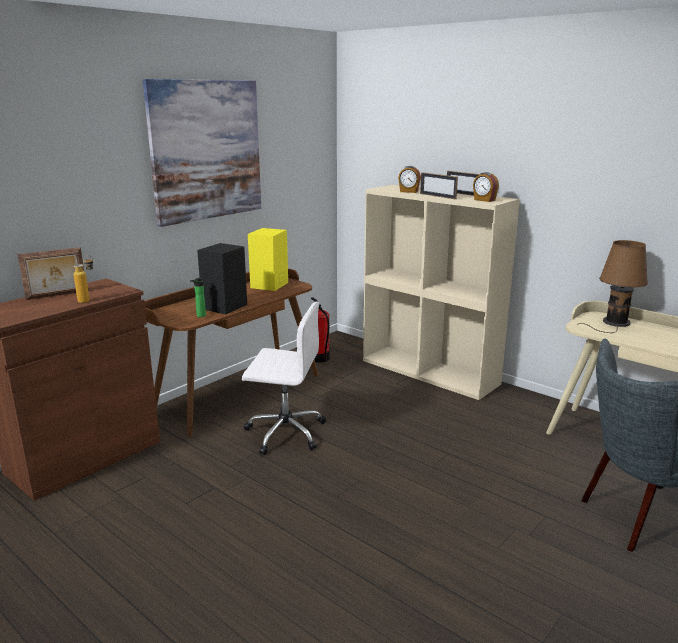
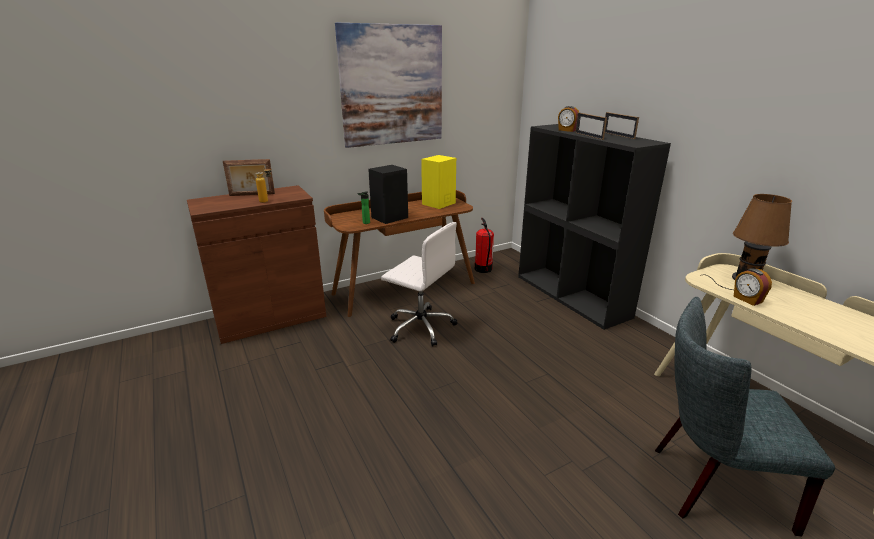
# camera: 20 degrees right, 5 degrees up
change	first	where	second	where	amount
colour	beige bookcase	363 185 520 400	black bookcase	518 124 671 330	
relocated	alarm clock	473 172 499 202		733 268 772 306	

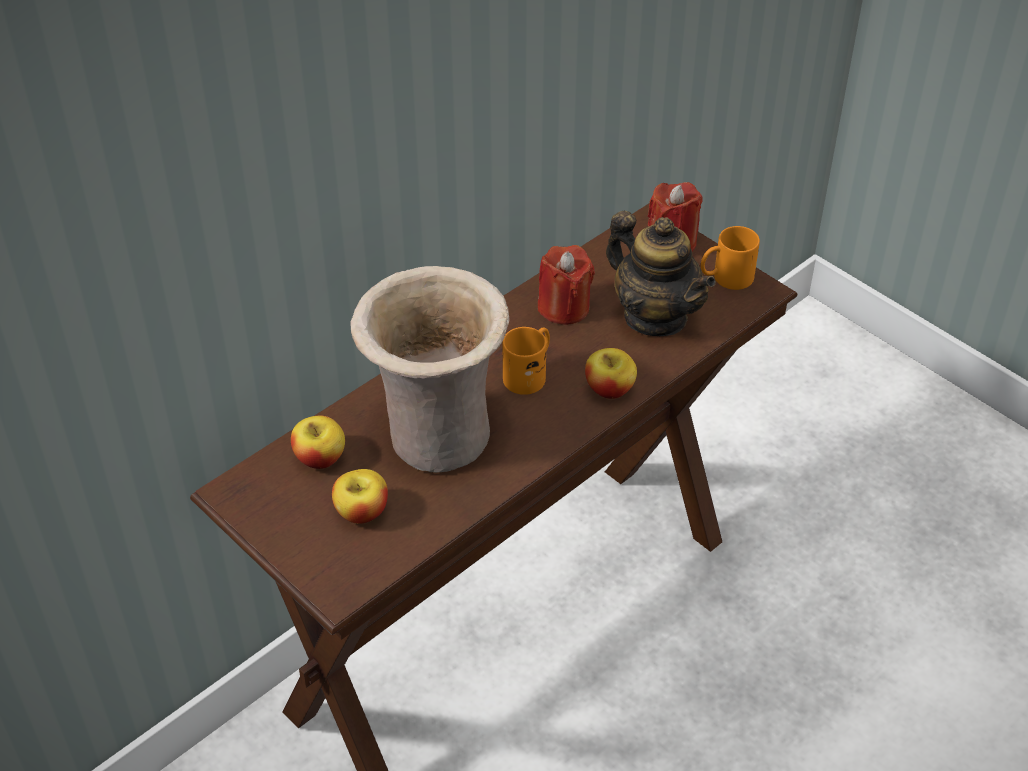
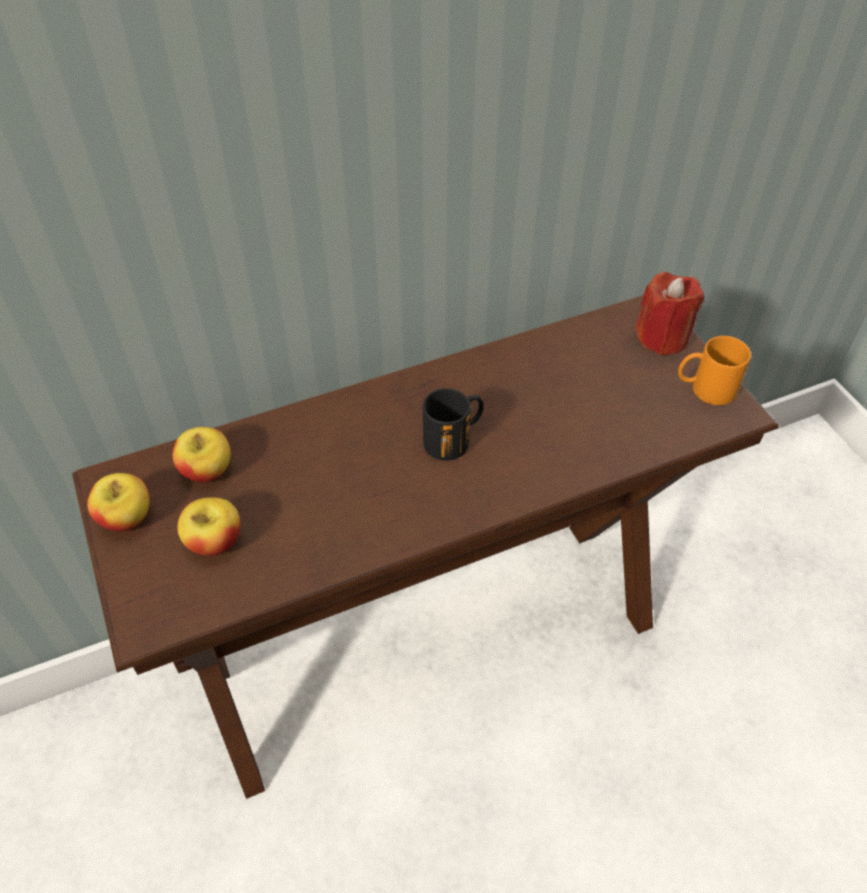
# camera: 20 degrees right, 5 degrees up
change	first	where	second	where	amount
missing	beige vase	350 266 510 473			
colour	orange mug	503 327 550 395	black mug	423 388 484 461	
missing	red candle	538 245 595 325			
relocated	apple	585 348 637 399		87 473 150 532	
missing	teapot	606 211 716 336			

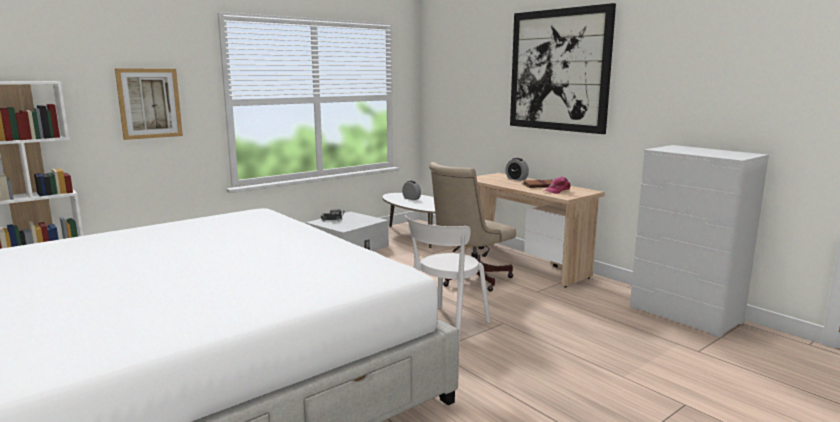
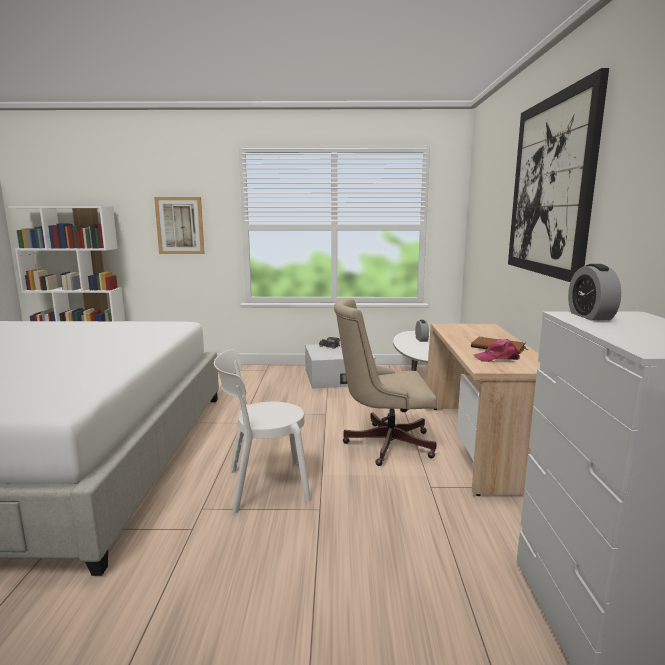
# camera: 40 degrees right, 0 degrees up
change	first	where	second	where	amount
relocated	alarm clock	505 158 529 181		568 264 621 320	

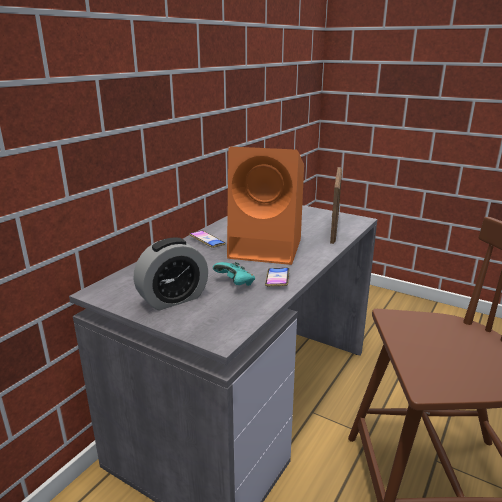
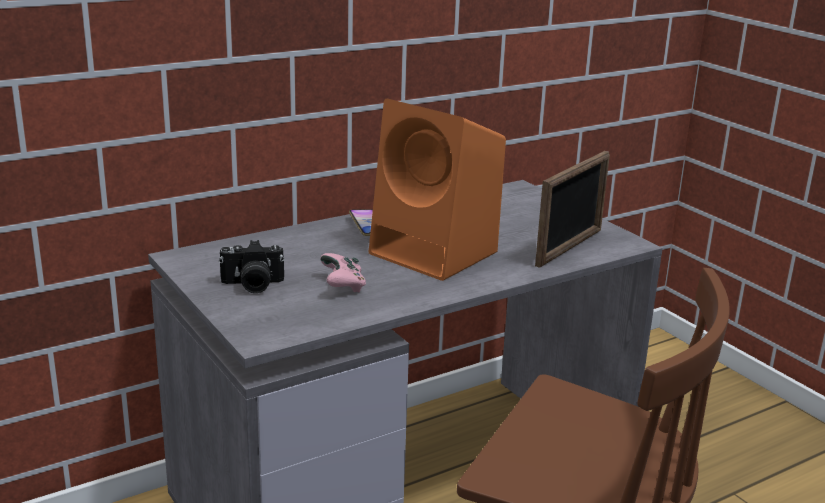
# camera: 25 degrees right, 0 degrees up
change	first	where	second	where	amount
exchanged	alarm clock	134 238 208 311	photo camera	219 240 285 293	
colour	turquoise game controller	213 262 255 286	pink game controller	320 253 366 292	
missing	phone	265 267 289 286			

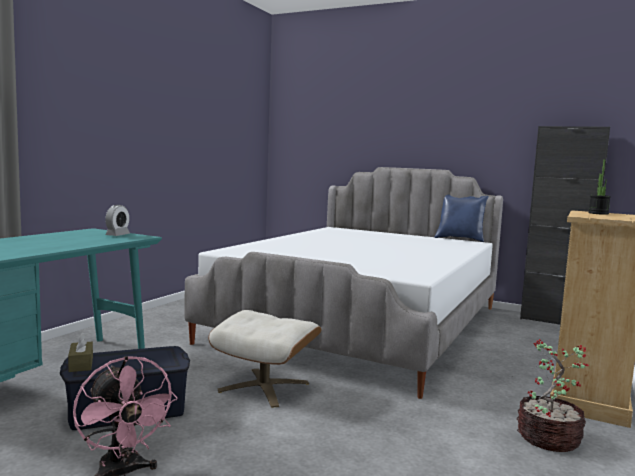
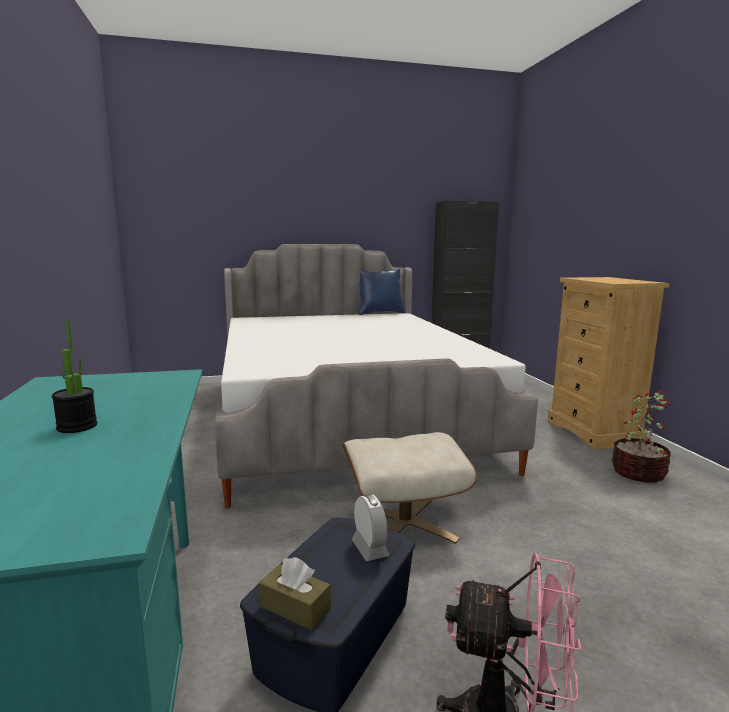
# camera: 40 degrees left, 5 degrees up
change	first	where	second	where	amount
relocated	alarm clock	105 205 130 236		352 494 389 561	
relocated	potted plant	588 160 611 215		52 320 97 433	

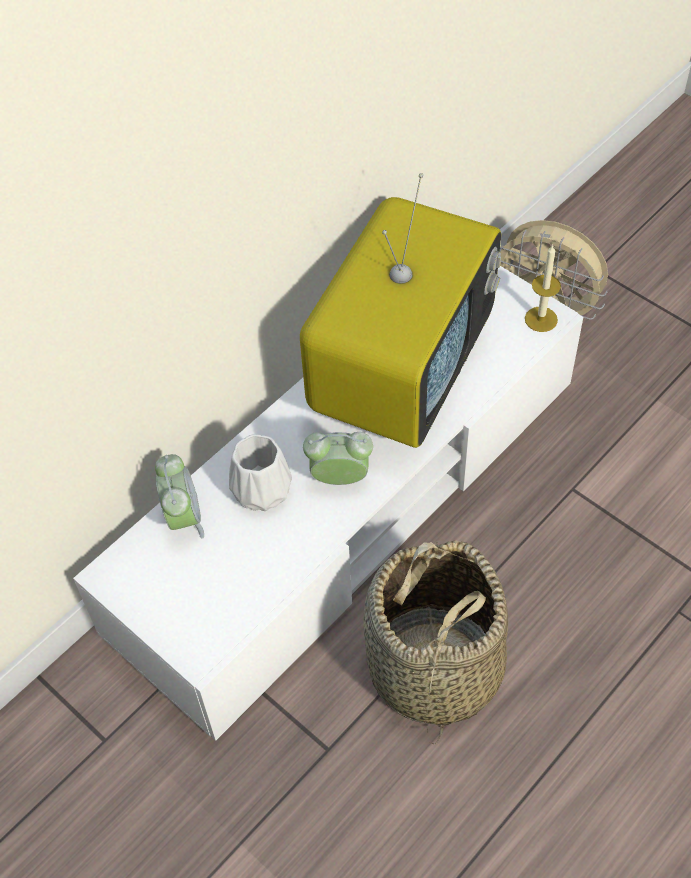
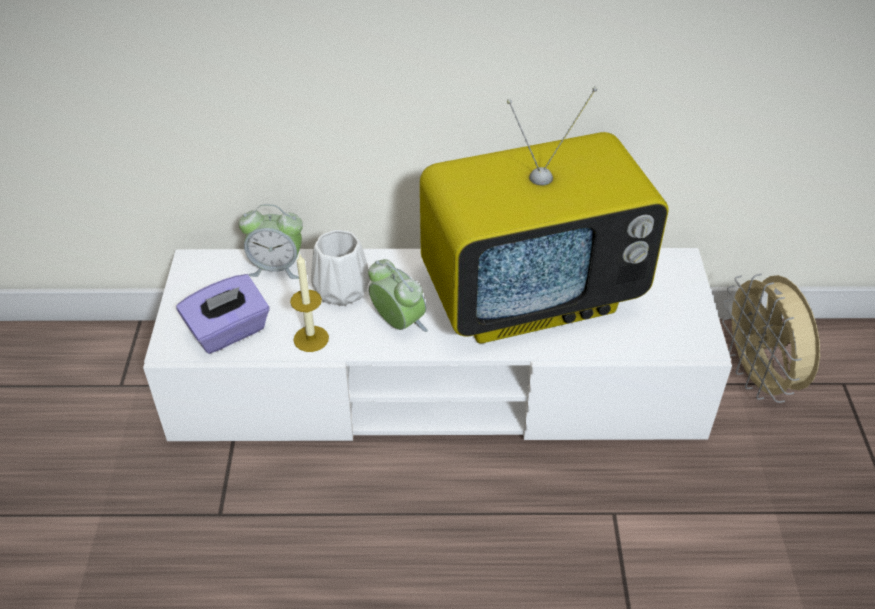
# camera: 45 degrees right, 10 degrees down
change	first	where	second	where	amount
spun	alarm clock	155 454 204 539		239 204 303 279	60 degrees clockwise
missing	basket	363 540 508 745			
relocated	candle	525 245 561 332		290 255 329 352	
appeared			purple tissue box	176 274 269 354	

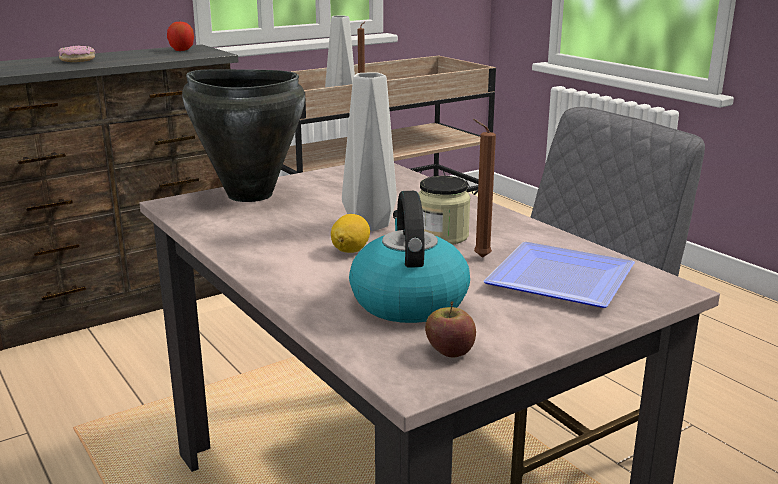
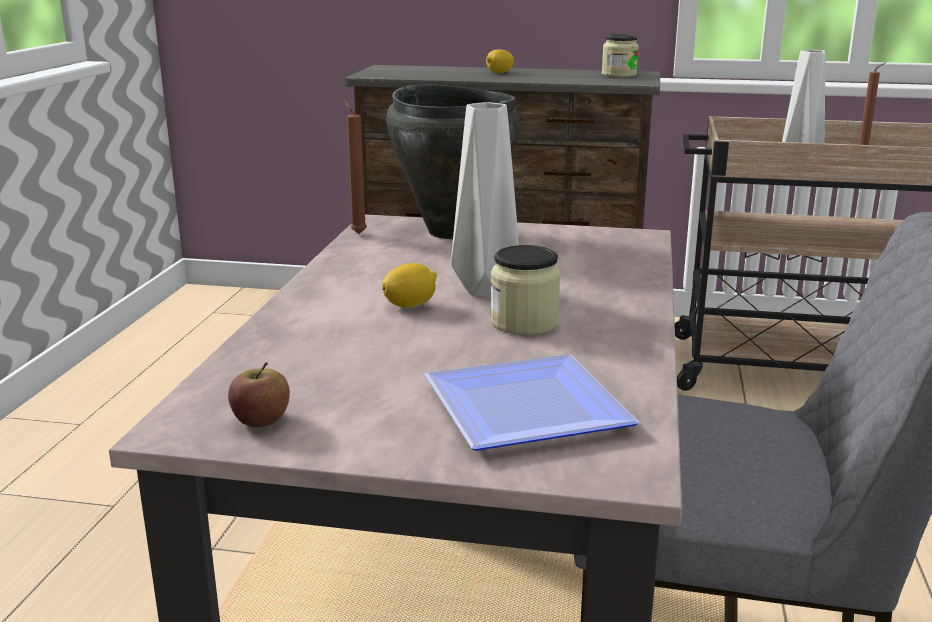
# camera: 45 degrees right, 0 degrees up
change	first	where	second	where	amount
exchanged	donut	58 45 95 62	lemon	486 49 514 73	
exchanged	apple	167 21 194 51	jar	602 34 639 77	
missing	kettle	349 191 470 323			
relocated	brown candle	473 119 496 258		344 100 367 234	

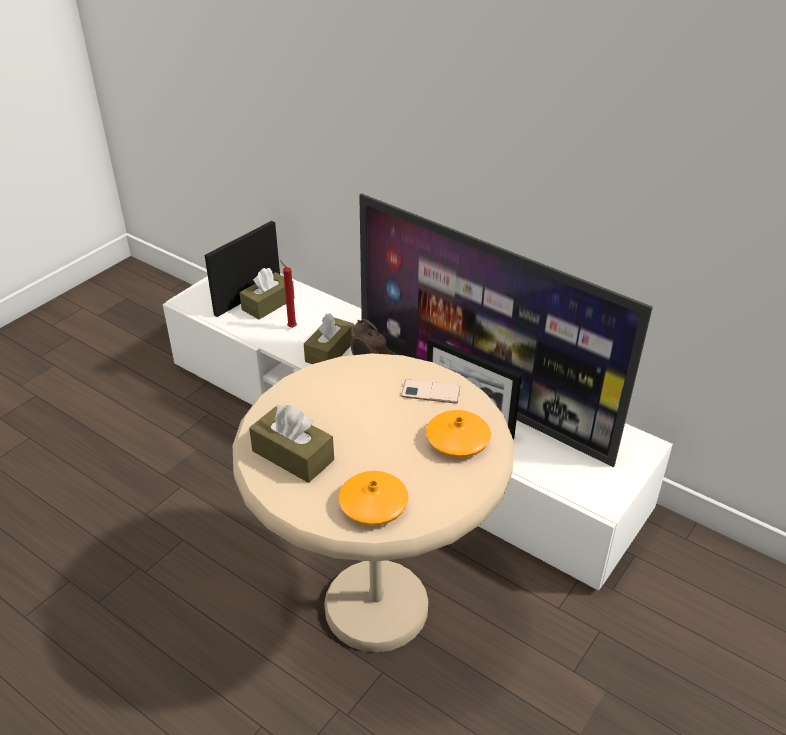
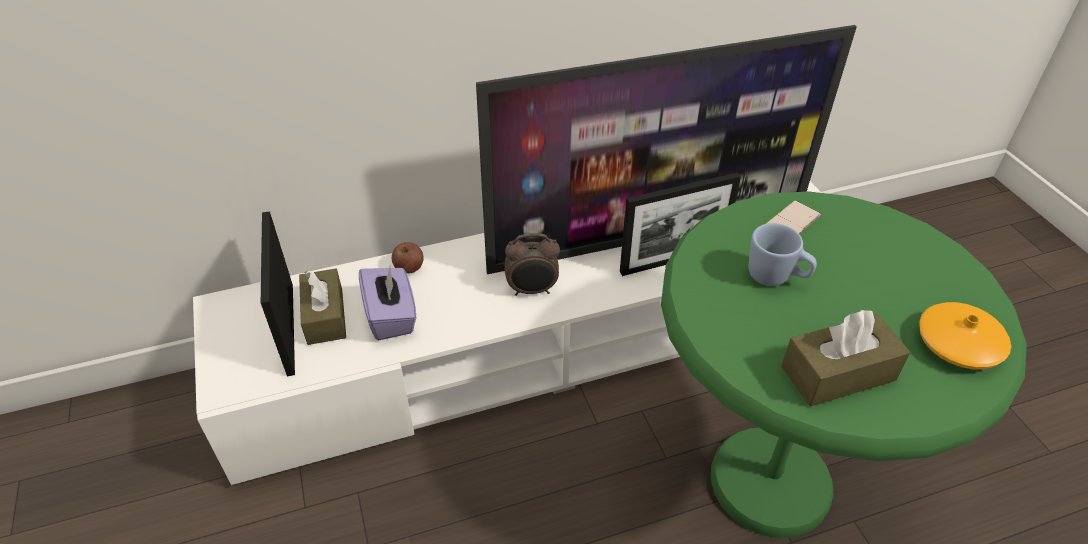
# camera: 55 degrees left, 5 degrees up
change	first	where	second	where	amount
colour	beige side table	233 353 513 652	green side table	661 192 1027 538	
exchanged	red candle	280 260 297 328	purple tissue box	359 264 416 340	
missing	brown tissue box	304 313 354 364			
missing	orange vase	426 410 491 458			
appeared			apple	392 242 423 274	
appeared			blue mug	749 223 817 286	

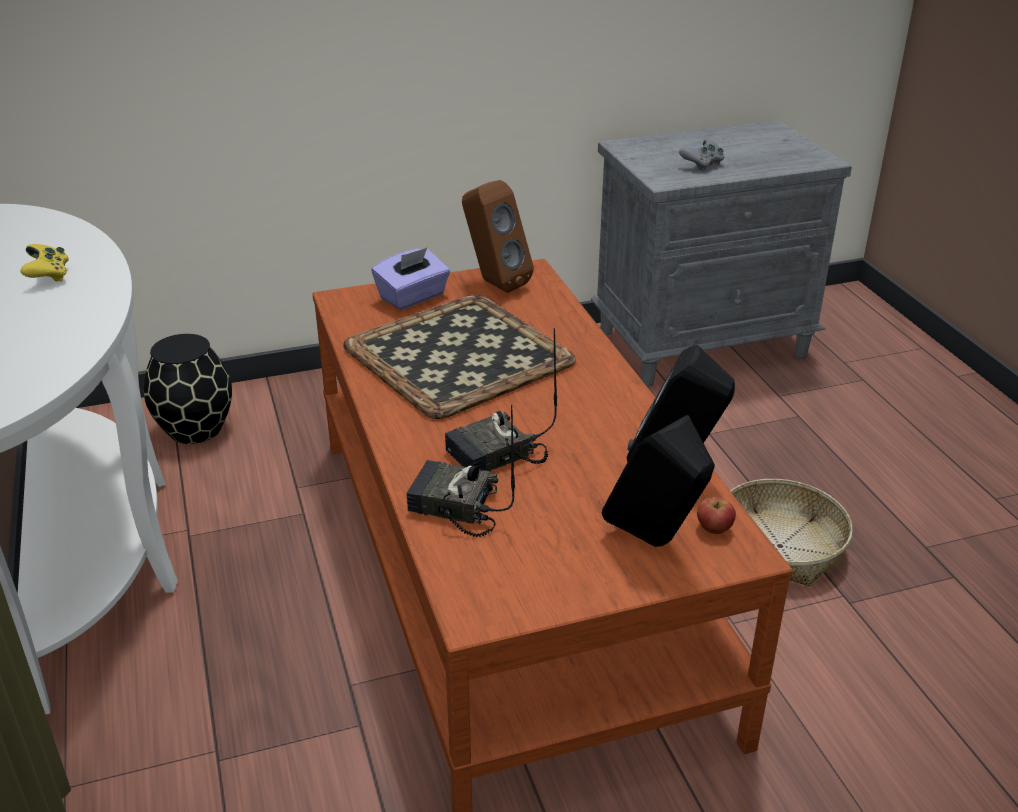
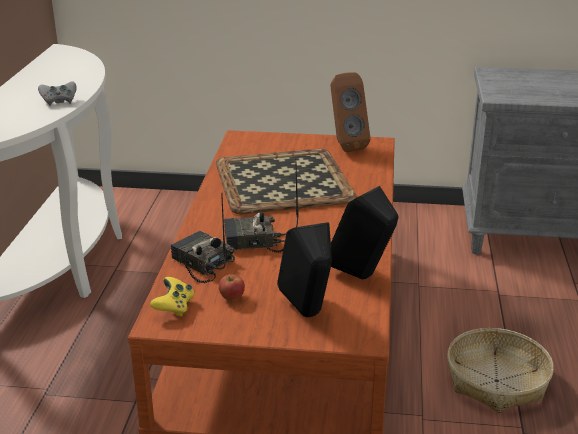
# camera: 25 degrees right, 5 degrees down
change	first	where	second	where	amount
relocated	yellow game controller	20 244 69 282		150 277 194 317	
missing	black vase	143 334 232 444			
missing	purple tissue box	371 248 450 310			
relocated	grey game controller	679 139 724 171		38 81 77 106	
relocated	apple	697 497 736 534		219 274 245 301	

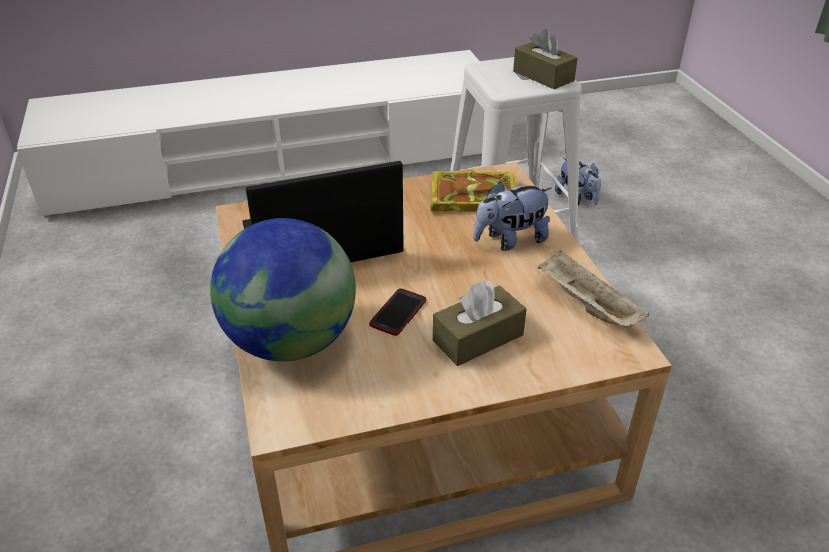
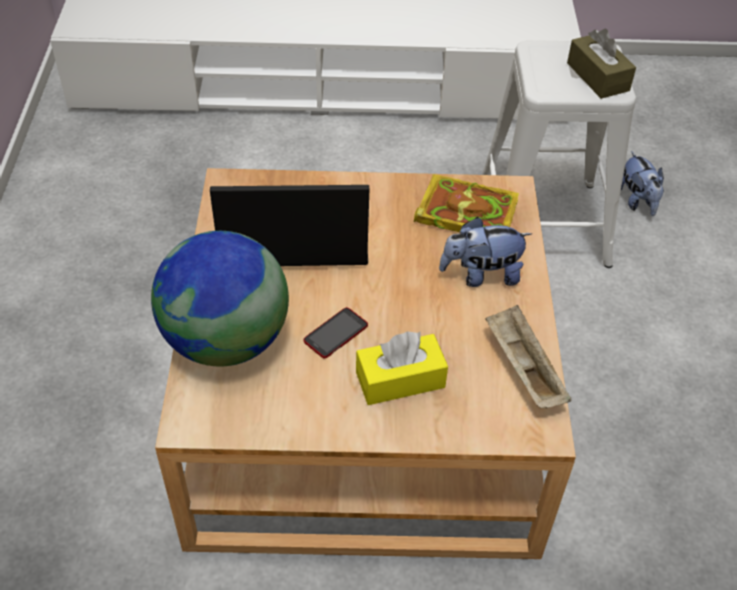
# camera: 15 degrees right, 10 degrees up
change	first	where	second	where	amount
colour	brown tissue box	433 280 527 366	yellow tissue box	356 331 448 405	

